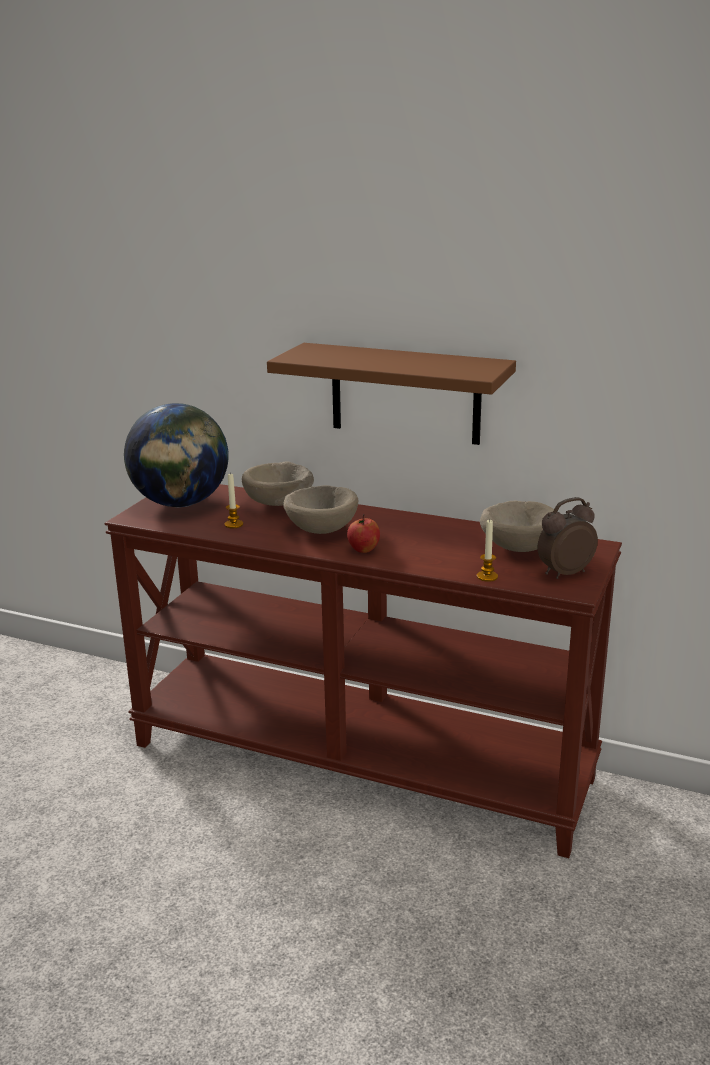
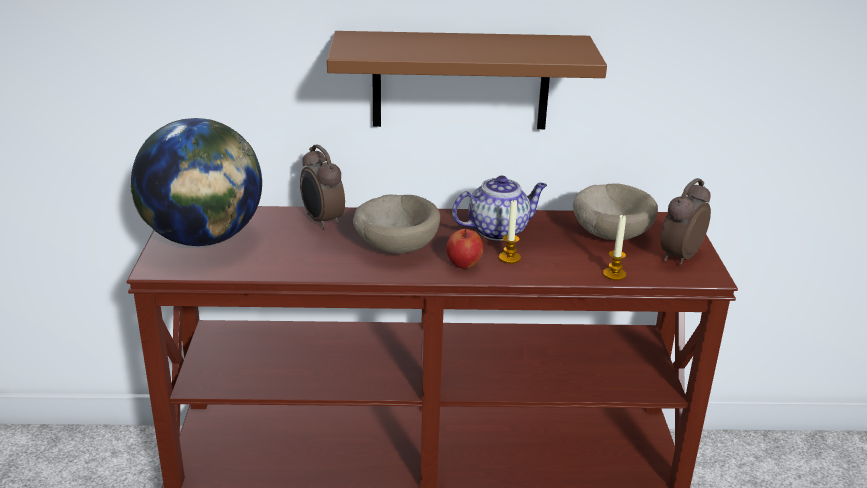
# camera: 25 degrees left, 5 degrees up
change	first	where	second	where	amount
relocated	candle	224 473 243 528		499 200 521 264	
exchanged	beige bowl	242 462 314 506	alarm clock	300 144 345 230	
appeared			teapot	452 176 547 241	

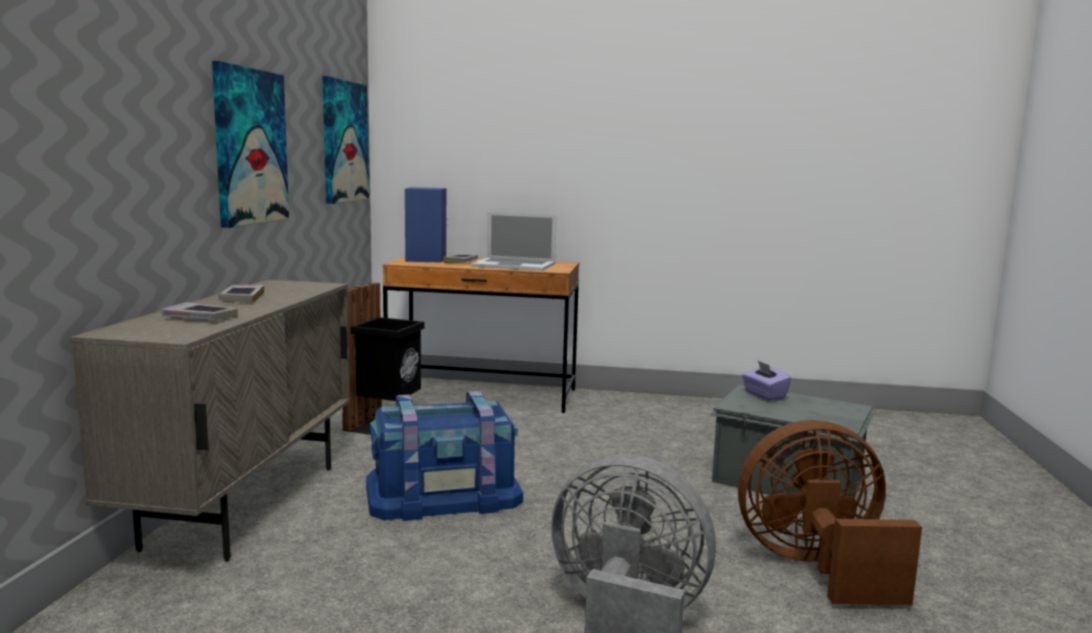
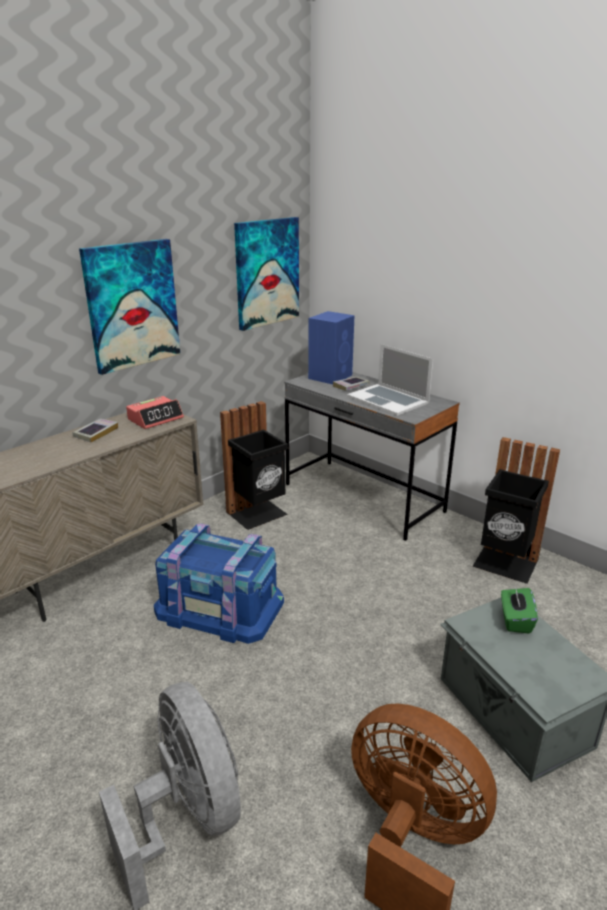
# camera: 35 degrees right, 15 degrees up
change	first	where	second	where	amount
missing	book	162 302 237 320			
colour	brown desk	383 257 579 413	grey desk	285 372 460 541	
colour	purple tissue box	742 361 791 400	green tissue box	501 585 538 633	
appeared			alarm clock	126 396 184 429	
appeared			black trash can	472 437 560 584	

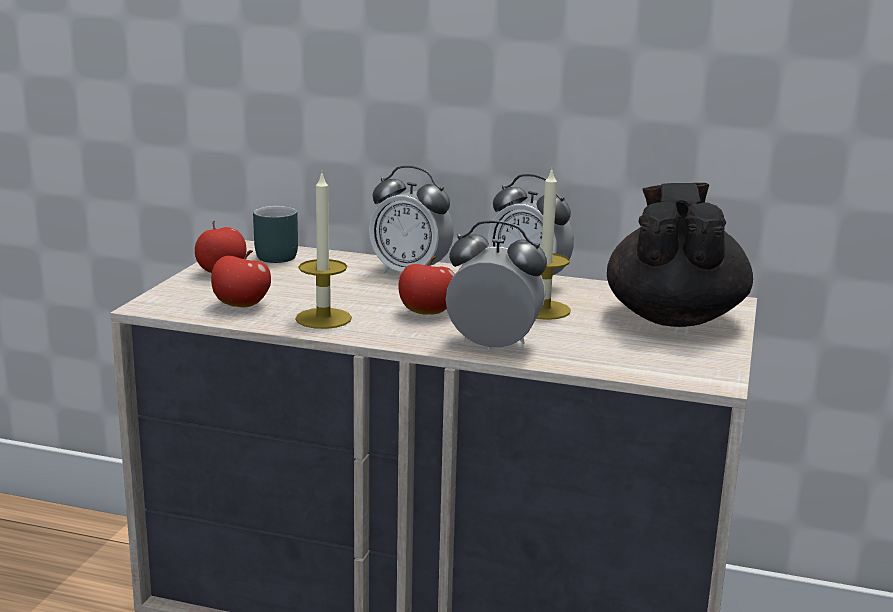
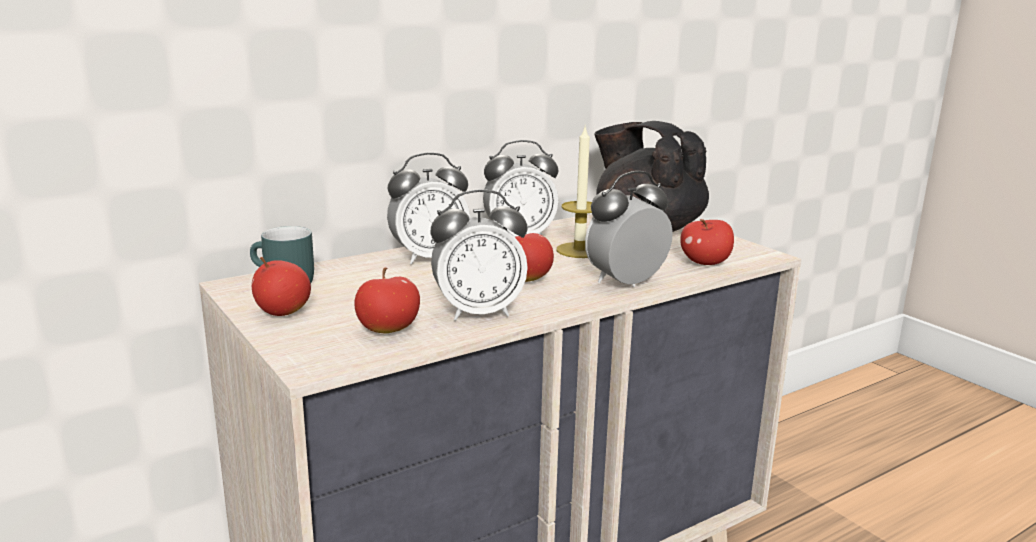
# camera: 50 degrees left, 0 degrees up
change	first	where	second	where	amount
exchanged	candle	295 172 352 329	alarm clock	430 189 528 320	
appeared			apple	680 219 734 265	

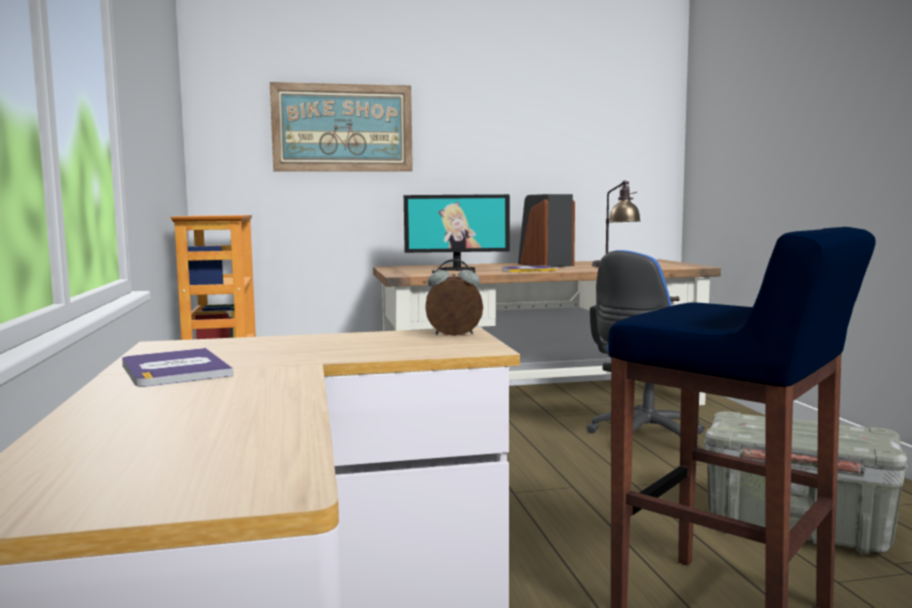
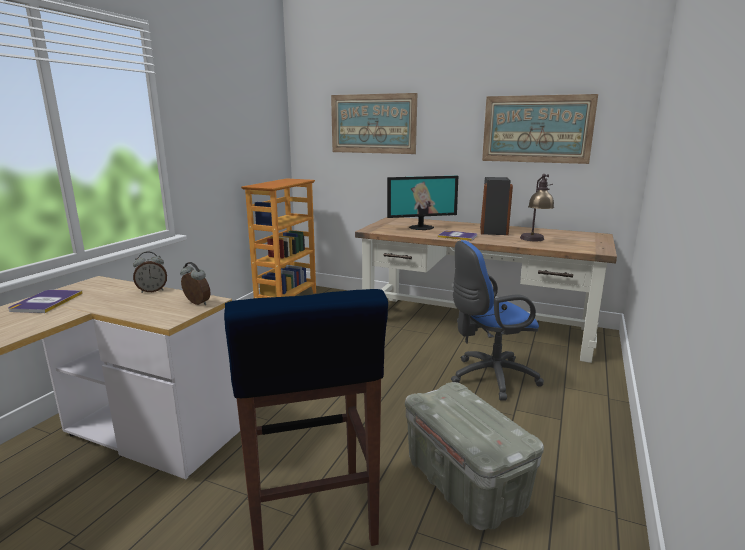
# camera: 35 degrees right, 10 degrees up
change	first	where	second	where	amount
spun	monitor	404 194 510 271		387 176 458 230	45 degrees counterclockwise
appeared			alarm clock	133 251 167 293	
appeared			picture	482 94 598 164	

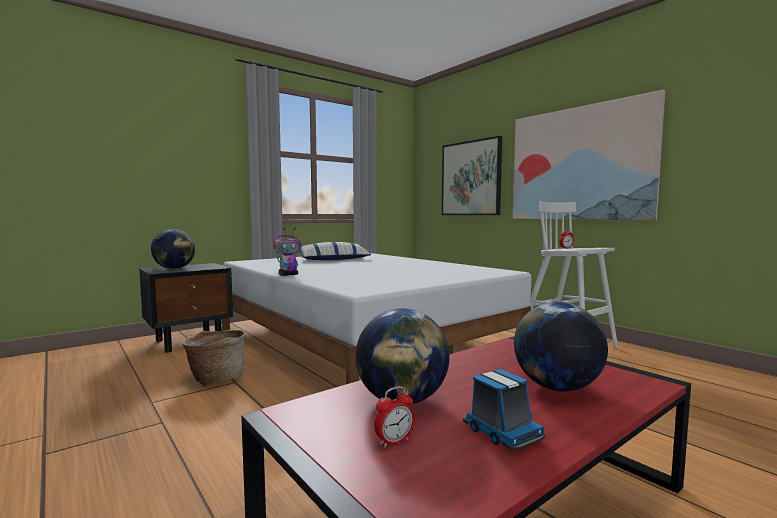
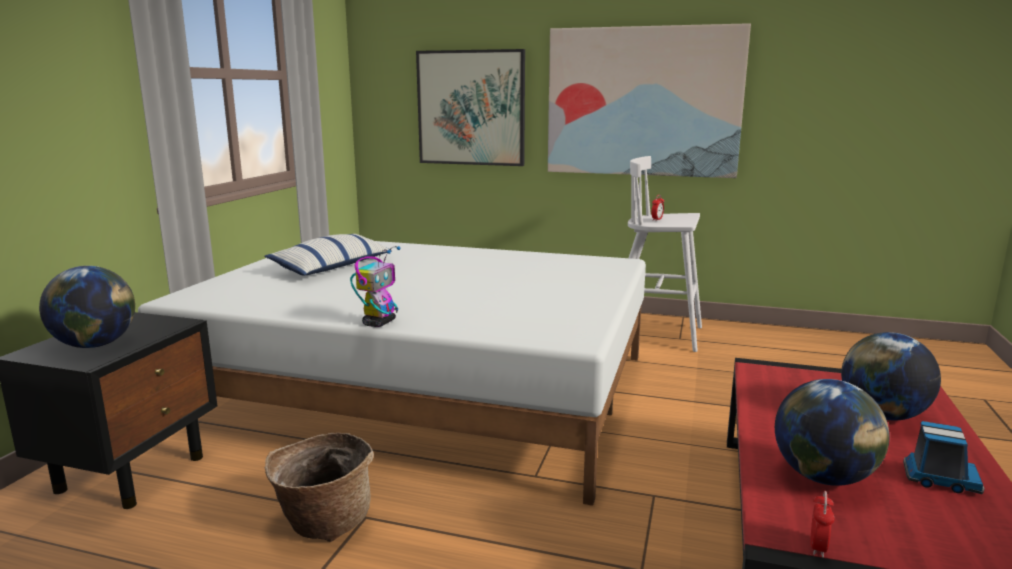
# camera: 35 degrees left, 10 degrees up
change	first	where	second	where	amount
relocated	alarm clock	374 386 415 448		810 491 835 558	

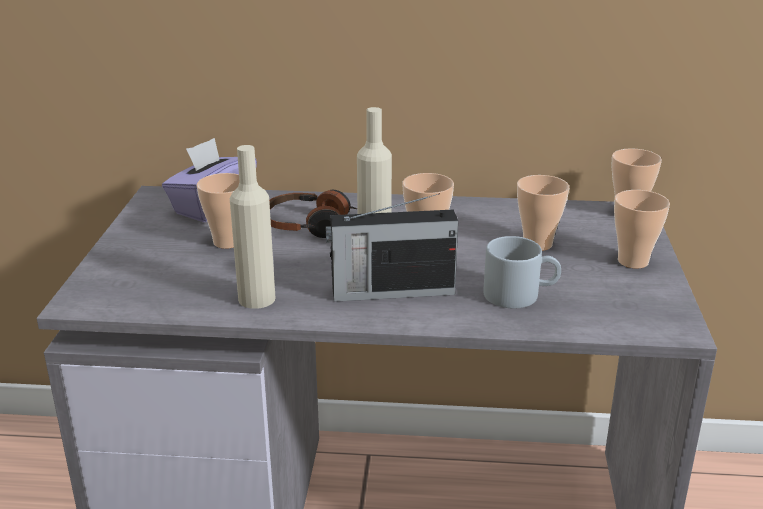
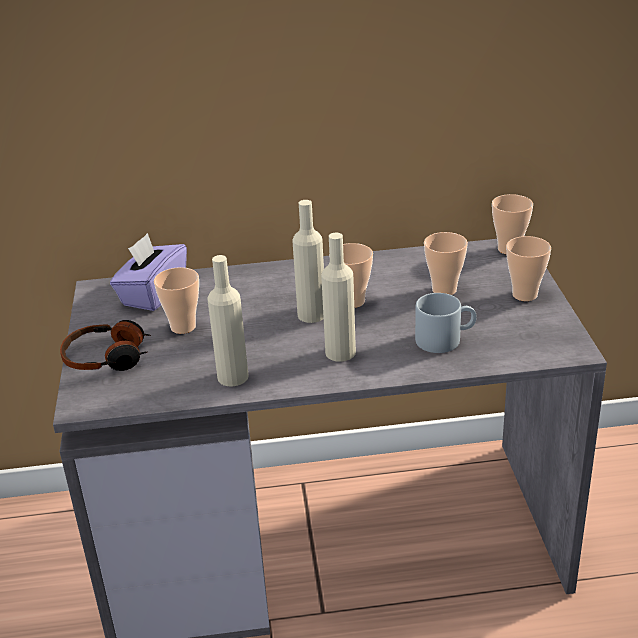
# camera: 10 degrees left, 5 degrees up
change	first	where	second	where	amount
relocated	headphones	269 190 357 238		60 320 151 371	
exchanged	radio	326 193 458 302	beige bottle	321 233 356 362	

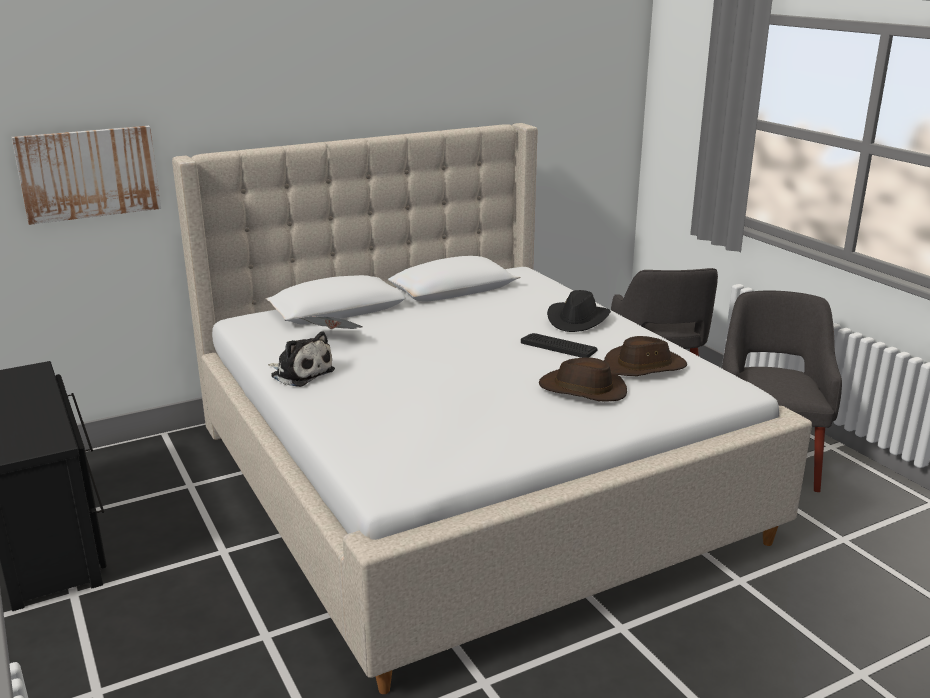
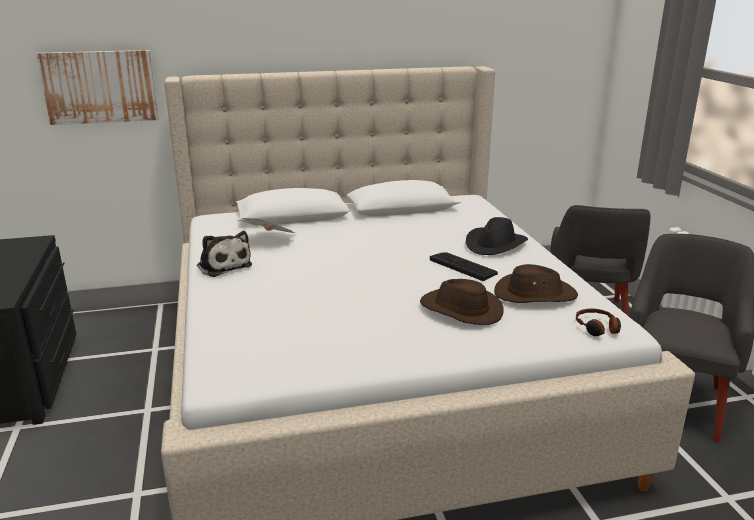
# camera: 15 degrees right, 0 degrees up
change	first	where	second	where	amount
appeared			headphones	576 309 621 336	

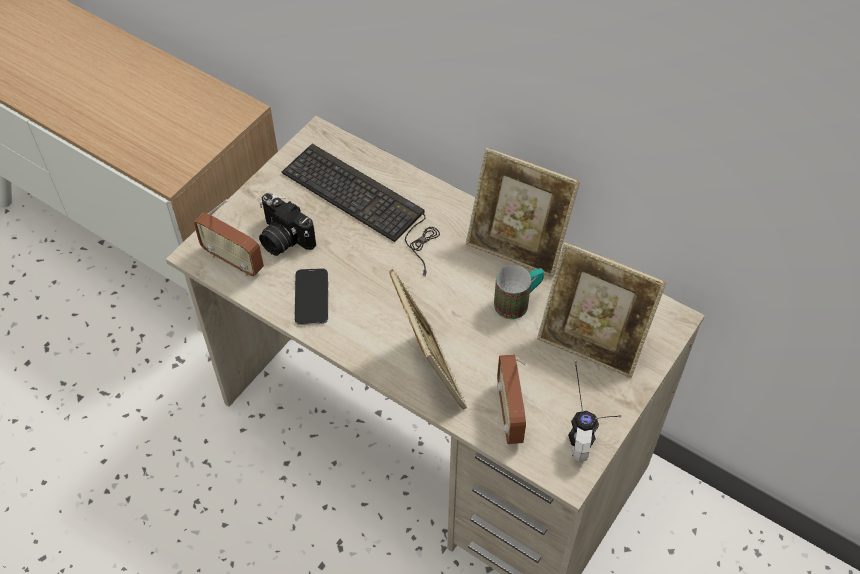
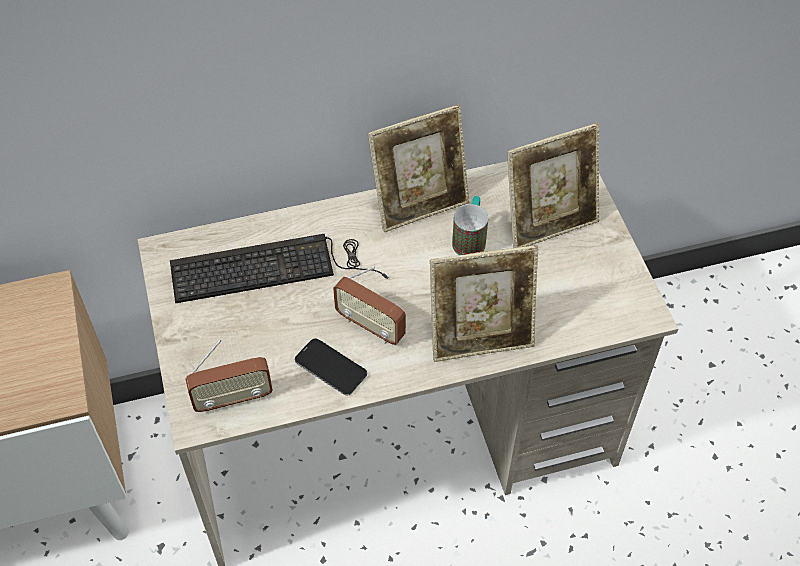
# camera: 50 degrees left, 0 degrees up
change	first	where	second	where	amount
missing	photo camera	259 193 316 256			
spun	picture frame	389 269 467 410		430 245 538 362	150 degrees clockwise
relocated	radio	497 354 527 444		333 266 406 345	
missing	headphones	568 360 622 462			

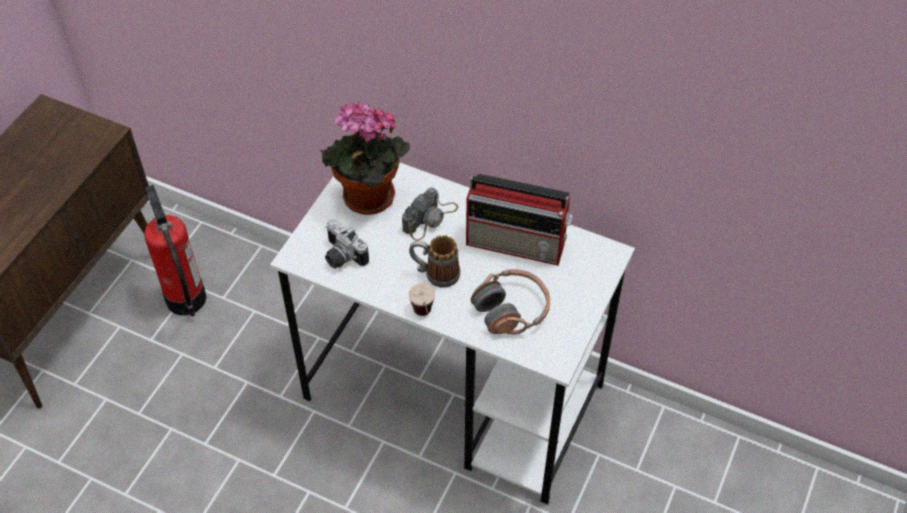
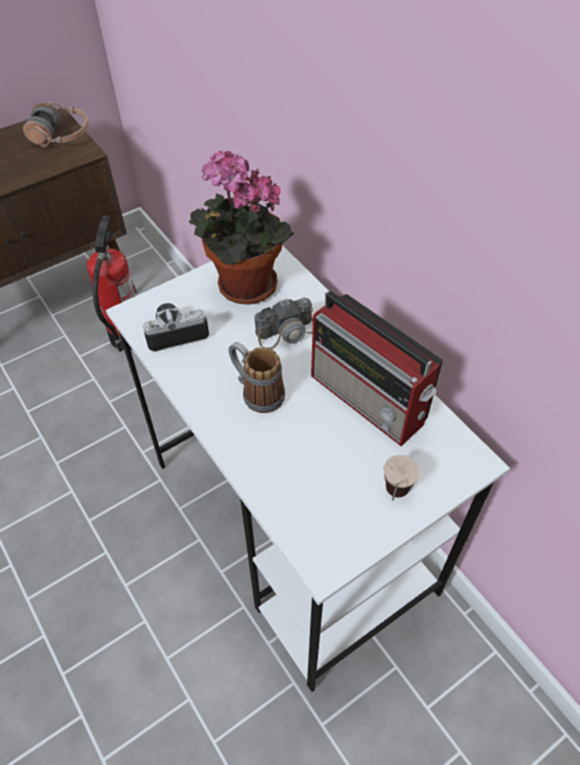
# camera: 30 degrees right, 0 degrees up
change	first	where	second	where	amount
spun	photo camera	325 219 369 269		143 303 209 352	90 degrees clockwise
relocated	cup	409 284 435 316		384 455 420 500	
relocated	headphones	471 269 550 334		23 102 89 147	

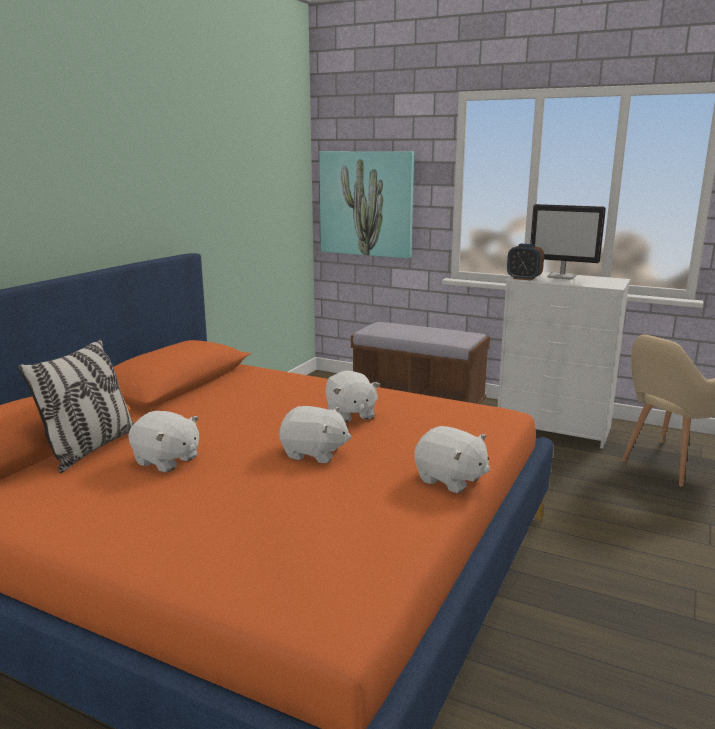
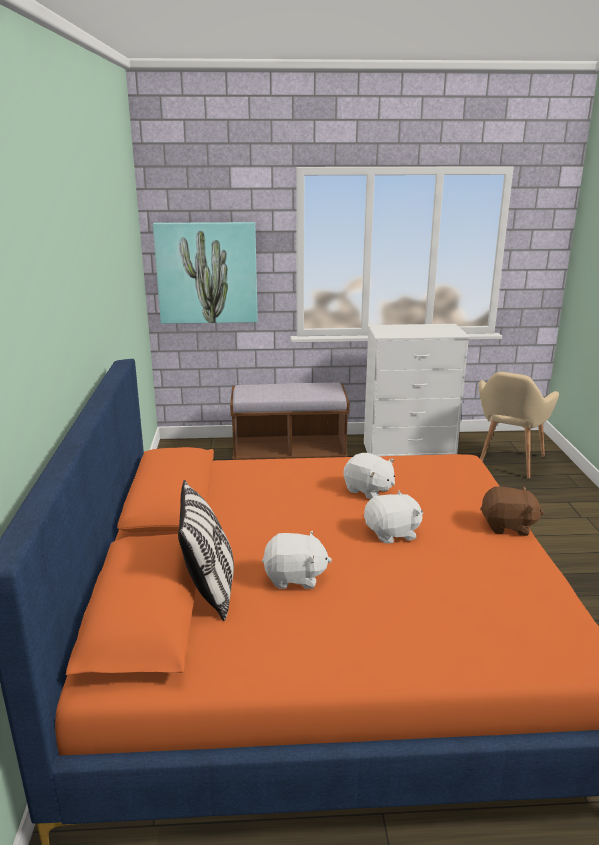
# camera: 30 degrees left, 5 degrees up
change	first	where	second	where	amount
colour	white plush toy	415 426 490 493	brown plush toy	480 487 544 536	
missing	alarm clock	507 244 544 281			
missing	monitor	530 204 606 280			

